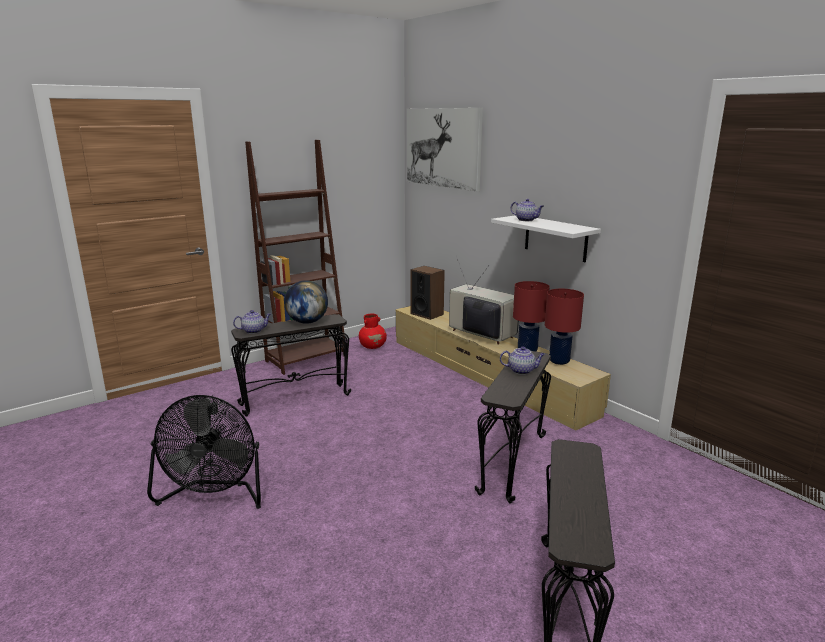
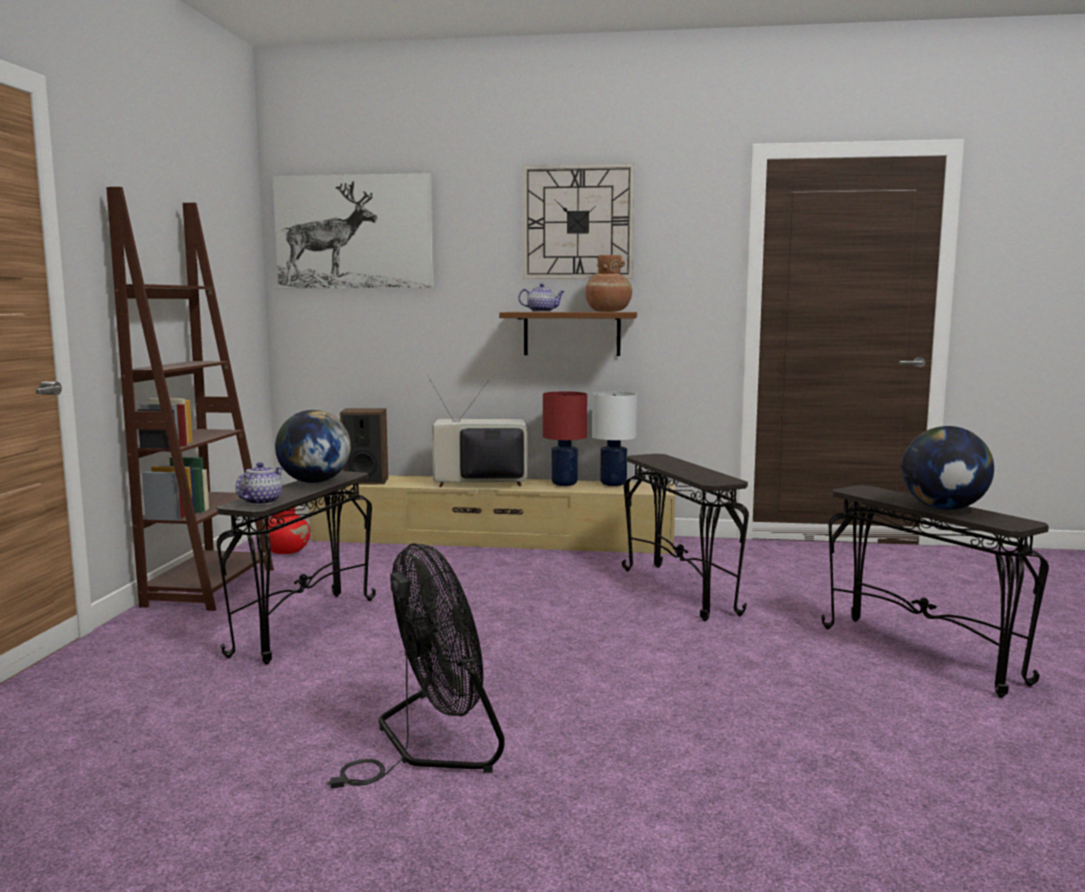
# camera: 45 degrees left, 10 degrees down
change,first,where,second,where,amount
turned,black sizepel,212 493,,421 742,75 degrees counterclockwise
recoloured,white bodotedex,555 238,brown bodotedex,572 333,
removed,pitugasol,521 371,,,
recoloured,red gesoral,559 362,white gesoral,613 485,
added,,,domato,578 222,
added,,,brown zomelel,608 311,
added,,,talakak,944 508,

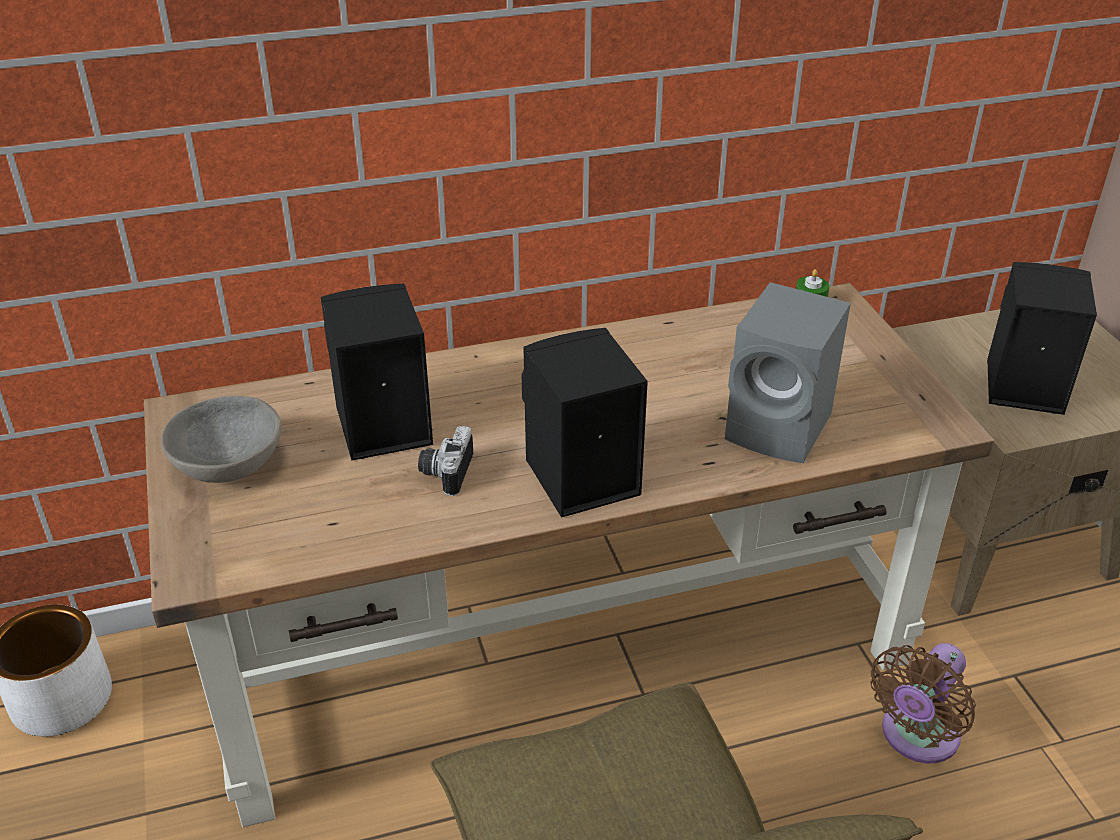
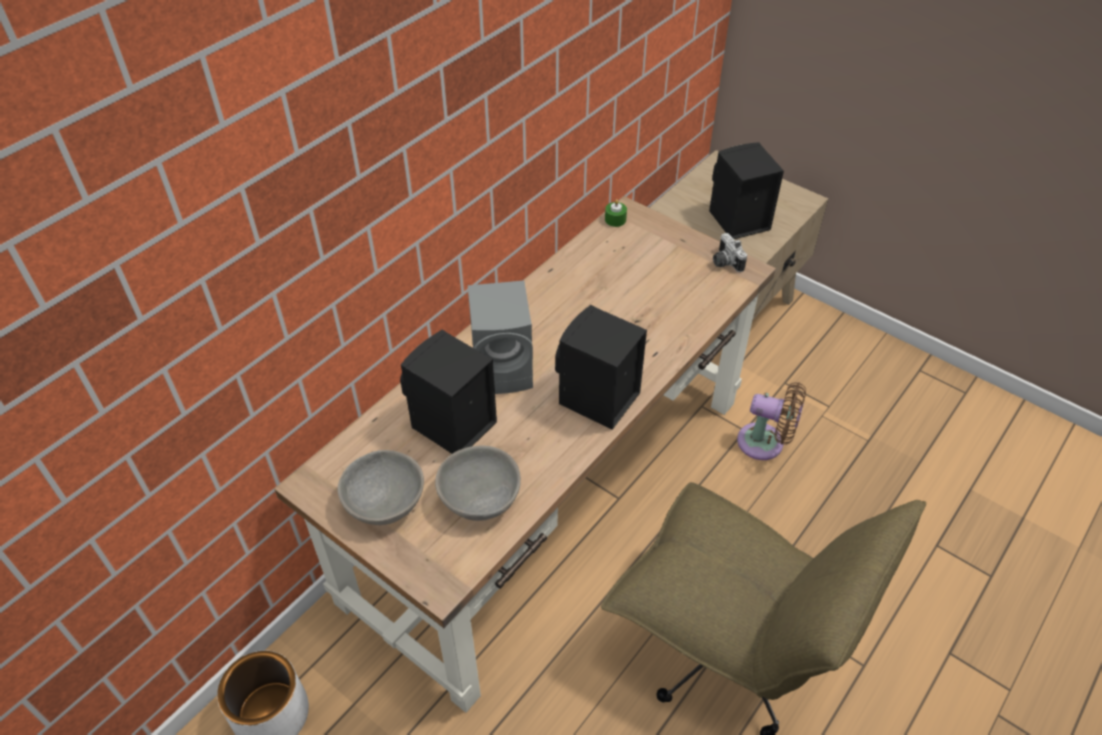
# camera: 35 degrees left, 10 degrees up
change,first,where,second,where,amount
moved,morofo,445 472,,724 262,
moved,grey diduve,781 429,,505 369,
turned,brown sizepel,916 737,,765 443,75 degrees counterclockwise
added,,,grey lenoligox,480 498,

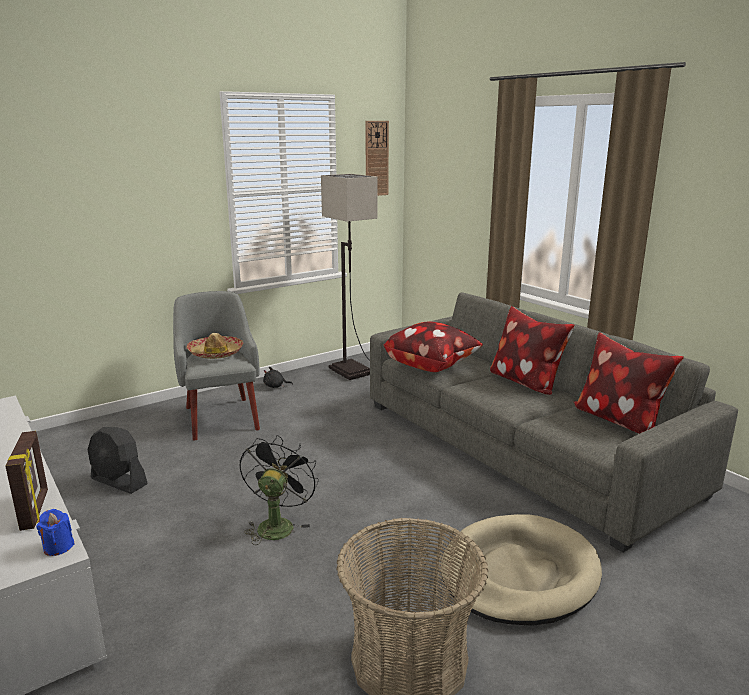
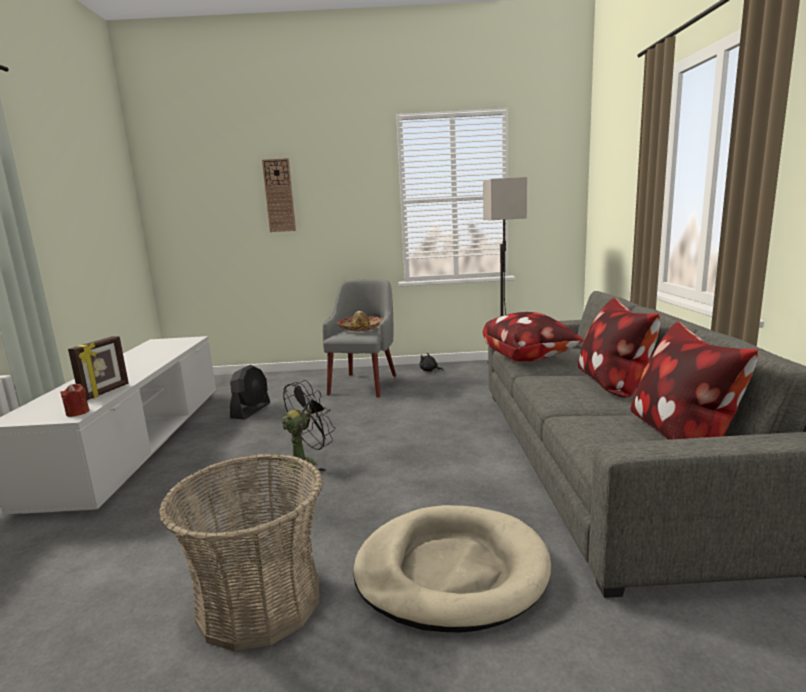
# camera: 35 degrees right, 5 degrees down
change,first,where,second,where,amount
recoloured,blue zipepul,58 547,red zipepul,77 413,
turned,black sizepel,119 482,,251 410,135 degrees counterclockwise
moved,domato,376 158,,279 195,

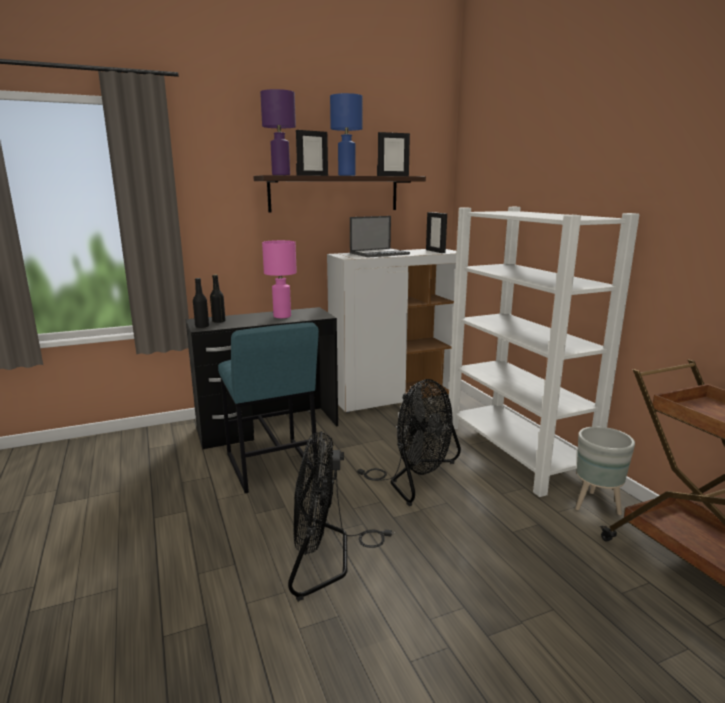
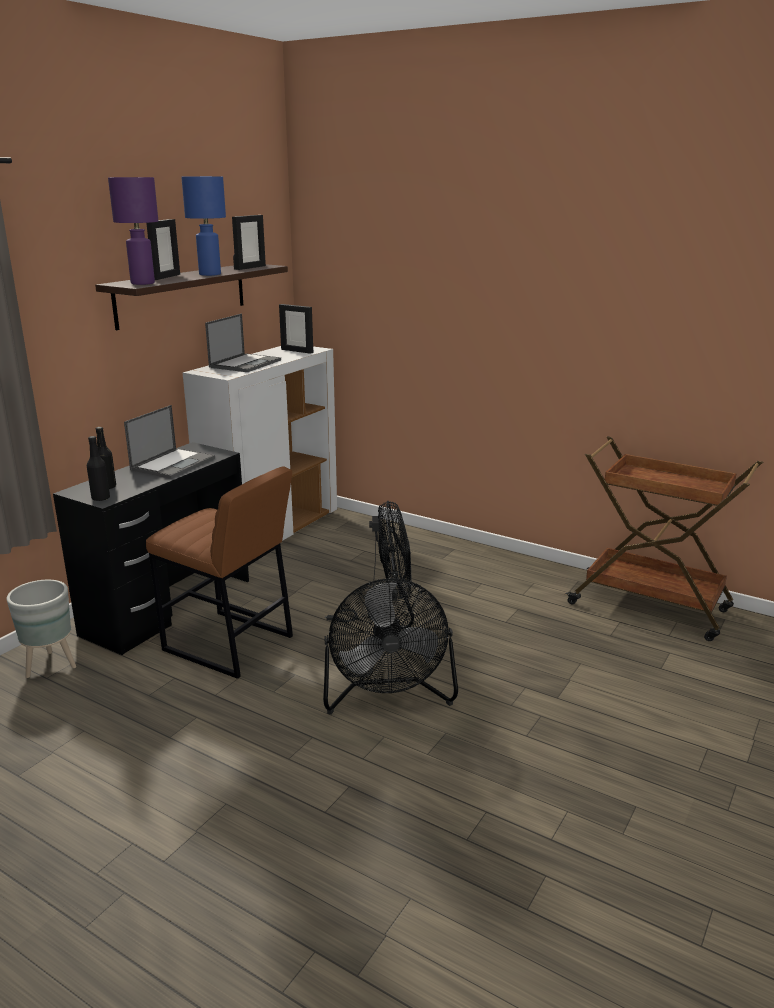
# camera: 35 degrees left, 5 degrees up
change,first,where,second,where,amount
recoloured,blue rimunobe,272 466,brown rimunobe,231 644,
replaced,pink gesoral,282 316,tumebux,173 463,
turned,black sizepel,328 552,,383 694,60 degrees counterclockwise
removed,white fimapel,515 451,,,
moved,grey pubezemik,595 505,,50 665,

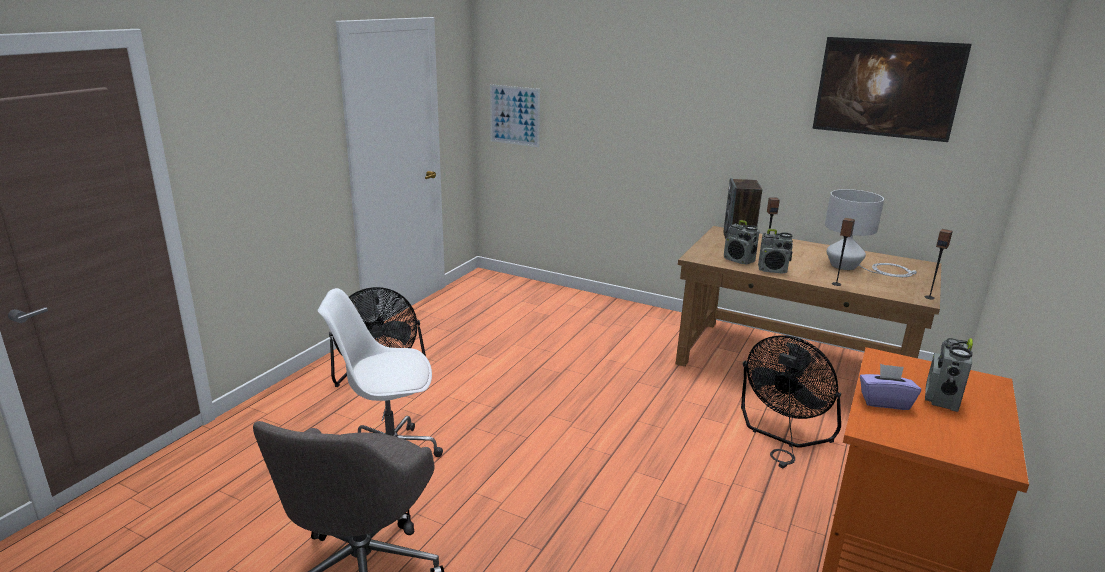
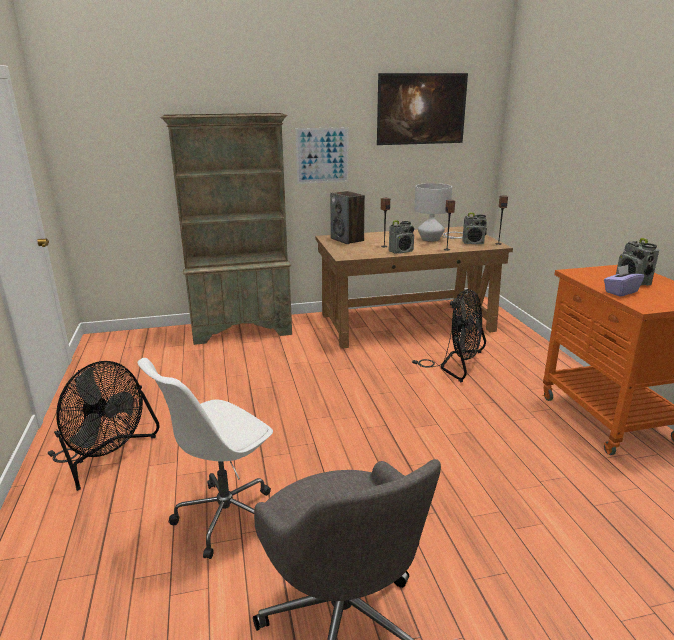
# camera: 40 degrees left, 0 degrees up
change,first,where,second,where,amount
moved,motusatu,514 115,,322 155,
moved,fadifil,739 260,,473 243,
turned,black sizepel,781 434,,455 364,120 degrees clockwise
added,,,green fimapel,242 329,

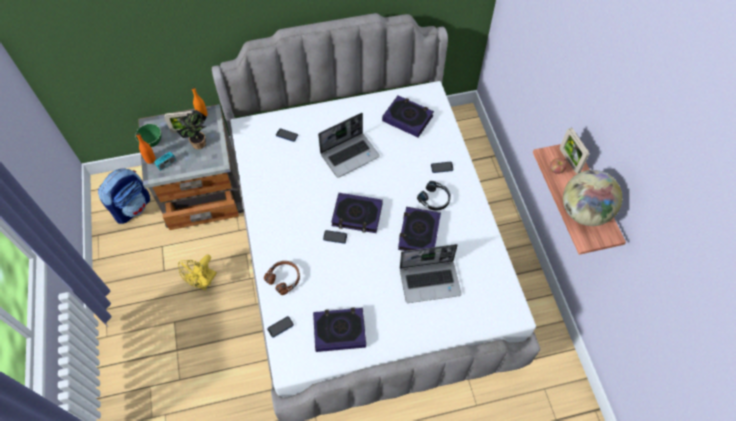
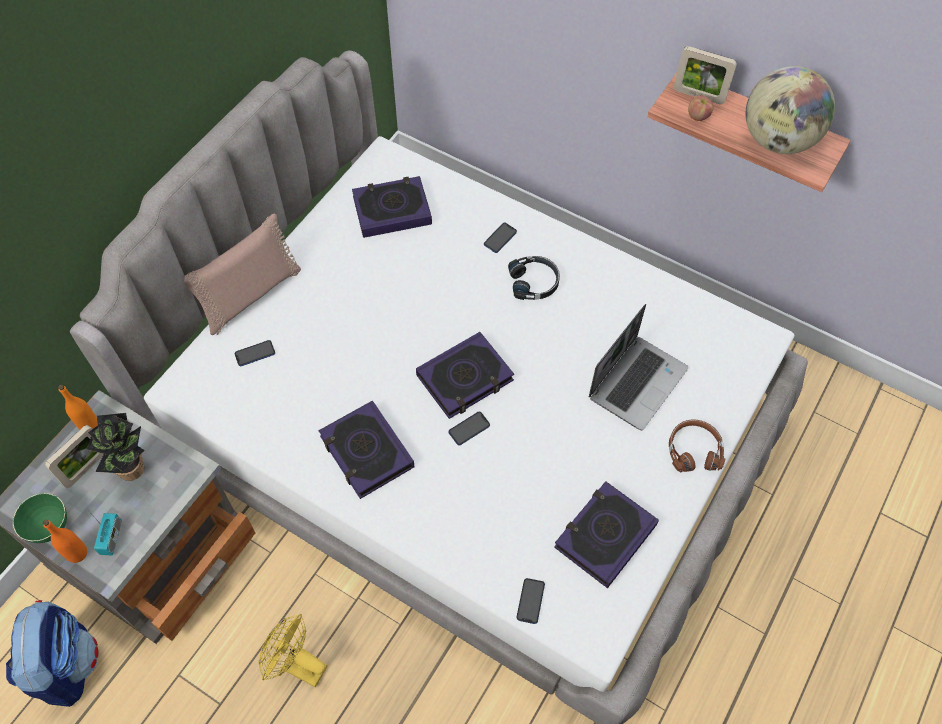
# camera: 45 degrees left, 0 degrees up
change,first,where,second,where,amount
turned,yellow sizepel,204 282,,298 665,135 degrees clockwise
moved,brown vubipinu,284 278,,694 449,
removed,tumebux,350 155,,,
moved,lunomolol,419 233,,366 452,
added,,,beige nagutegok,250 295,

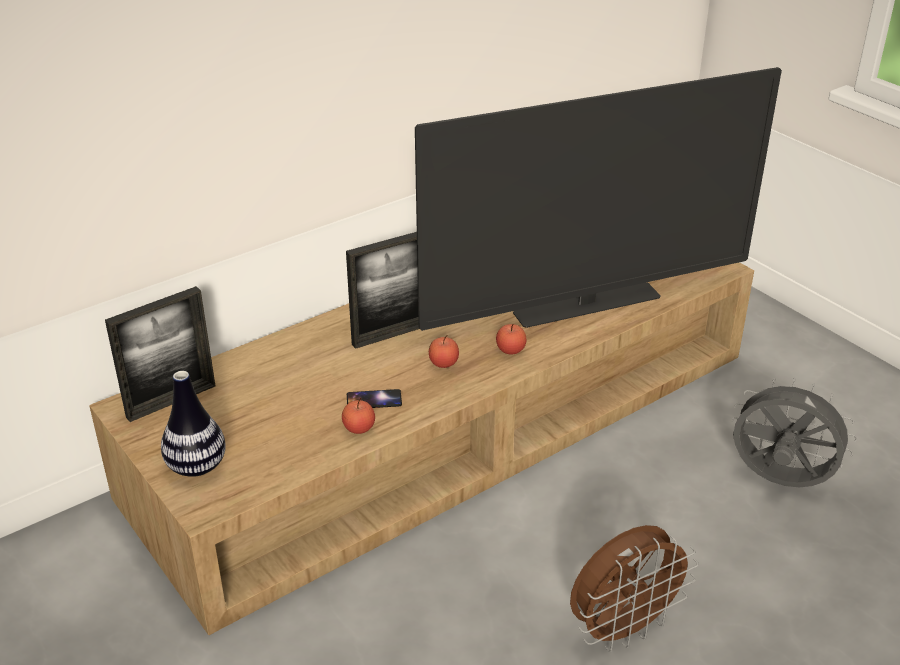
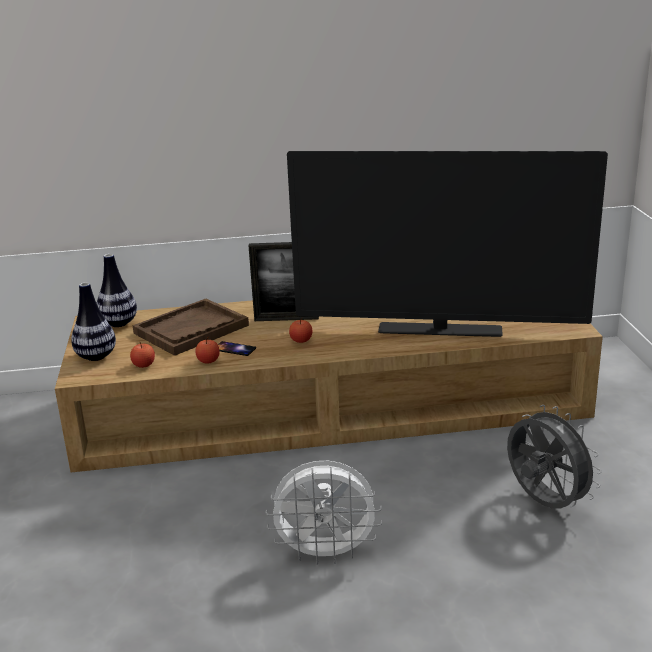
# camera: 30 degrees right, 10 degrees down
change,first,where,second,where,amount
replaced,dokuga,171 401,zomelel,119 323,
moved,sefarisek,510 350,,143 365,
recoloured,brown sizepel,623 629,white sizepel,326 554,
added,,,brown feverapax,191 329,

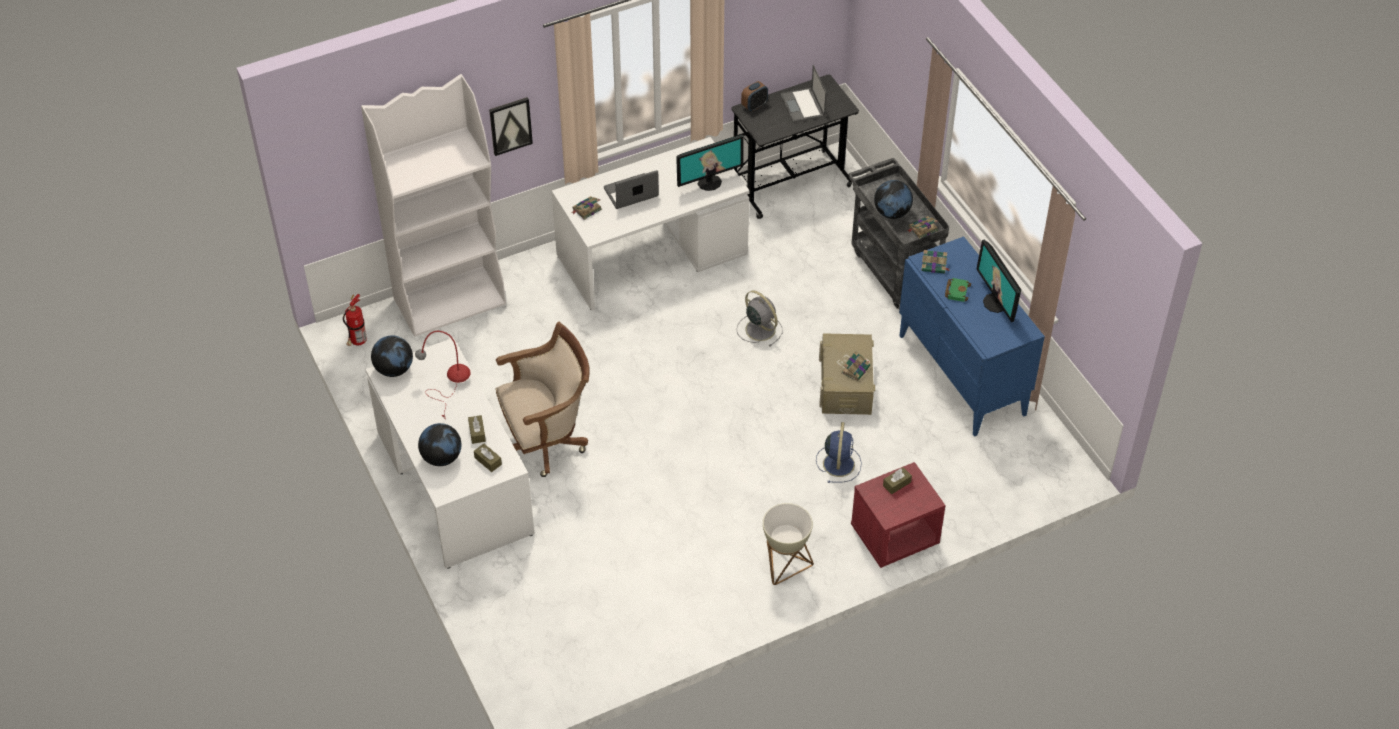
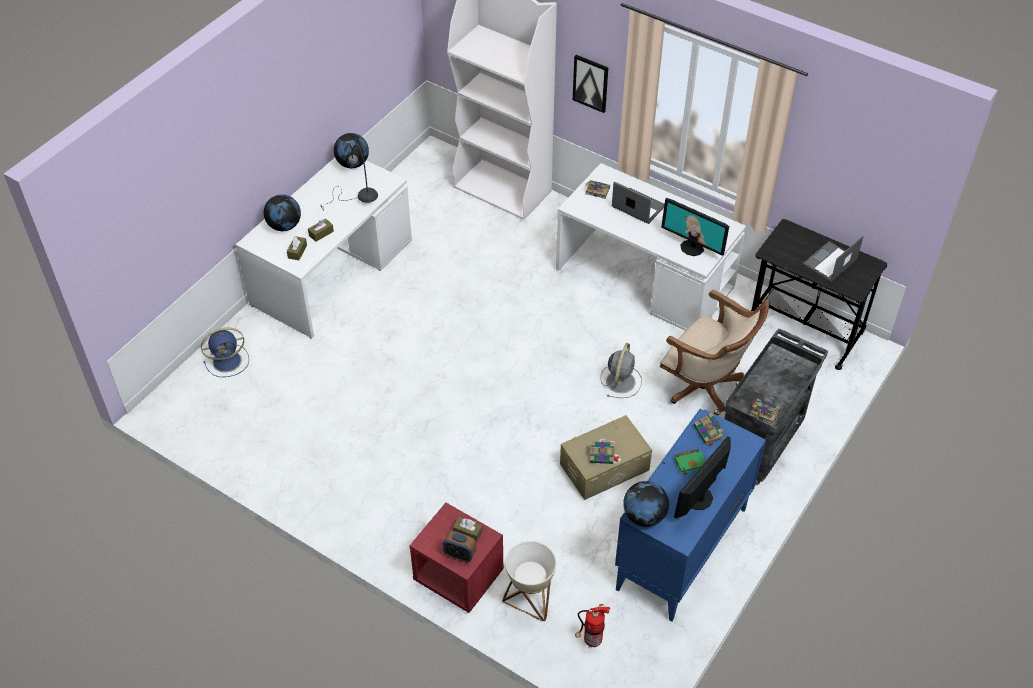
# camera: 60 degrees right, 0 degrees up
change,first,where,second,where,amount
moved,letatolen,357 342,,590 640,
recoloured,red gesoral,448 385,grey gesoral,357 198,
moved,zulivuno,548 443,,705 388,
moved,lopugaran,754 106,,460 555,
moved,pubezemik,785 564,,530 599,
moved,blue sizepel,838 463,,228 361,
moved,talakak,892 213,,644 516,

